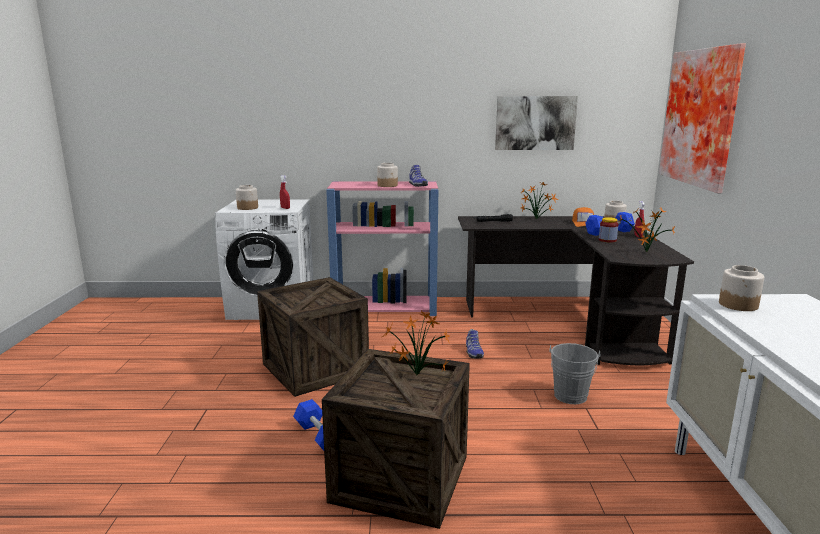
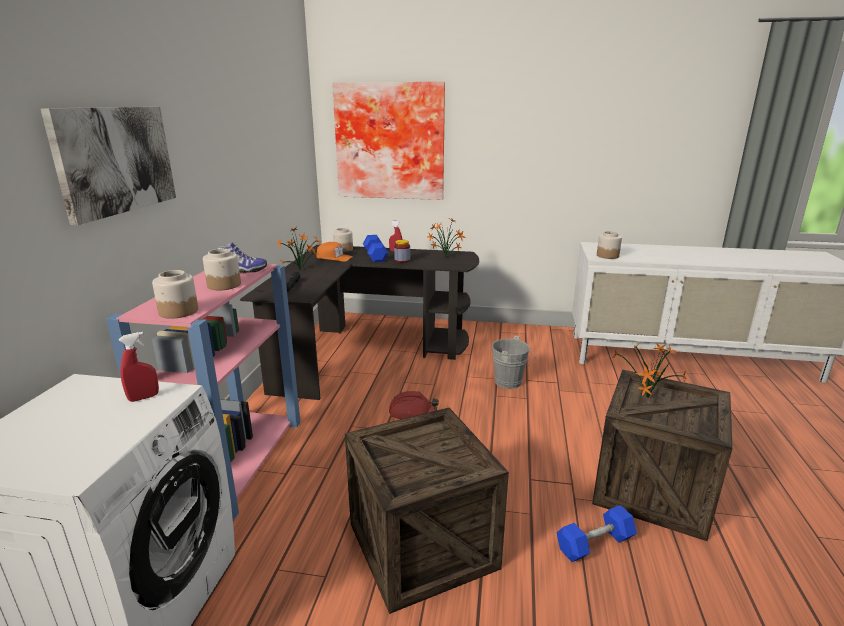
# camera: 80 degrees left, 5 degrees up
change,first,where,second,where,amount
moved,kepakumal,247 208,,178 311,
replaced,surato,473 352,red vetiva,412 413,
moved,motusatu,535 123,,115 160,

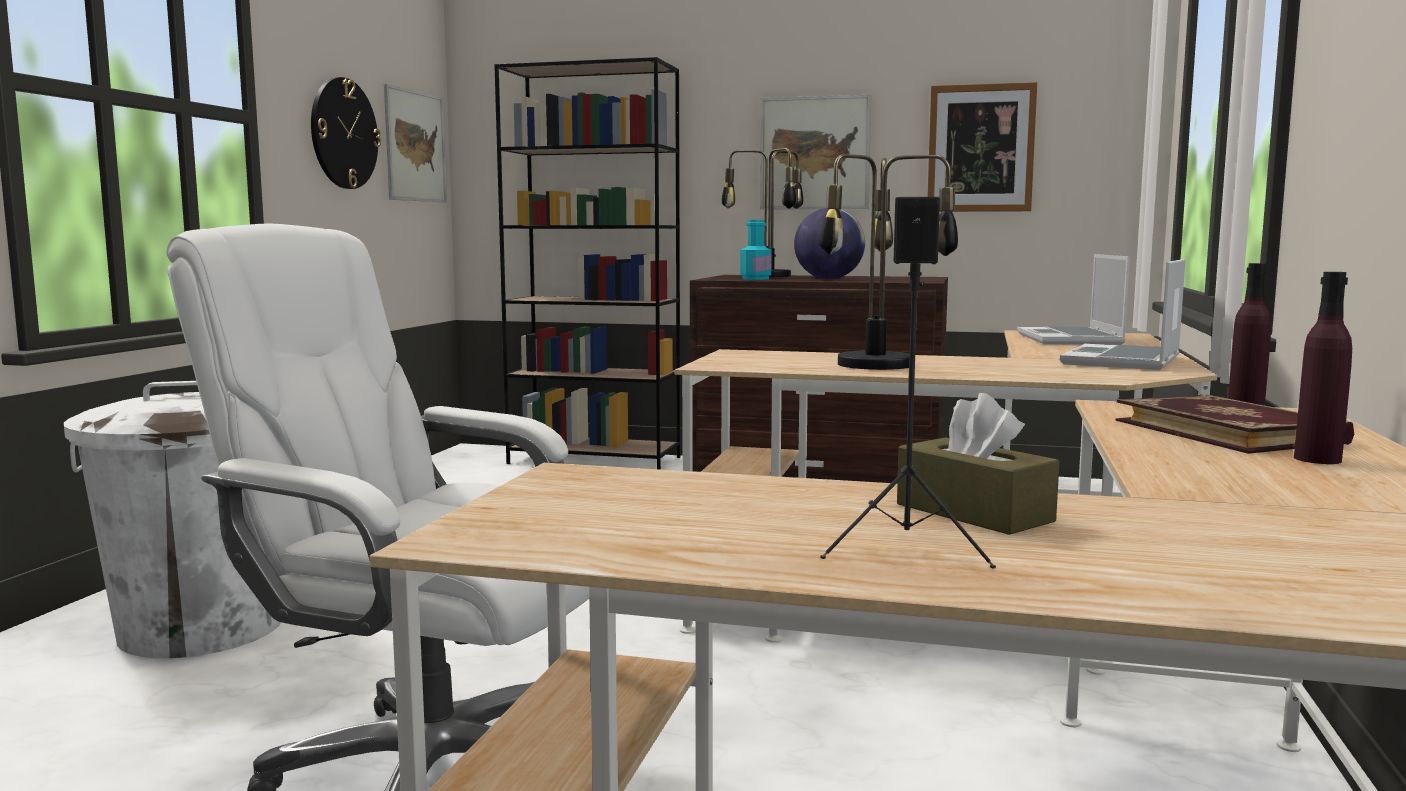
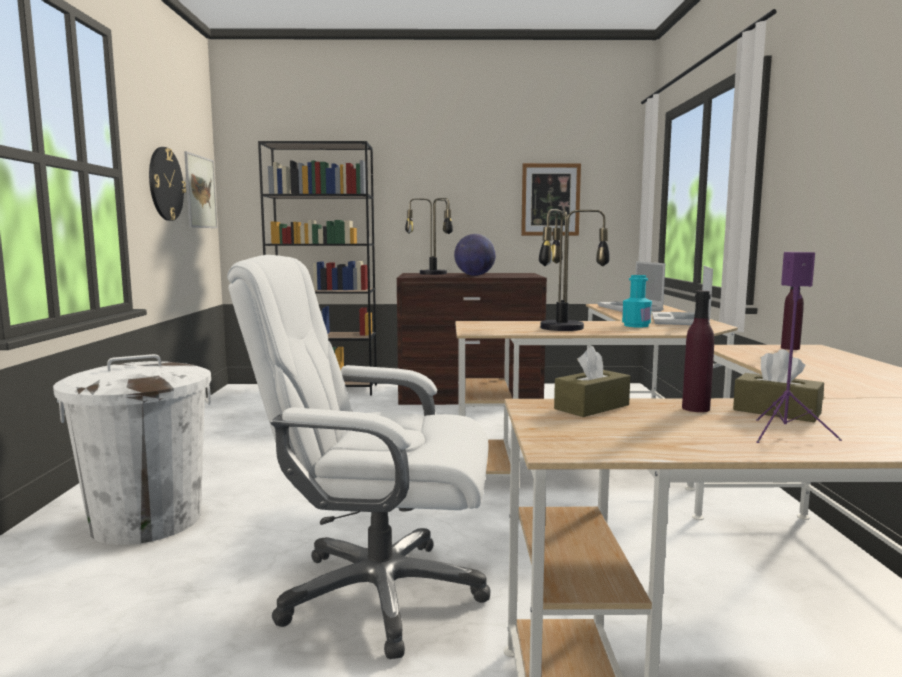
# camera: 15 degrees left, 0 degrees up
change,first,where,second,where,amount
moved,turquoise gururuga,755 279,,636 325,
removed,motusatu,814 153,,,
recoloured,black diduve,908 548,purple diduve,785 433,
removed,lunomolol,1229 431,,,
moved,purple gururuga,1317 459,,695 408,
added,,,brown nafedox,591 407,

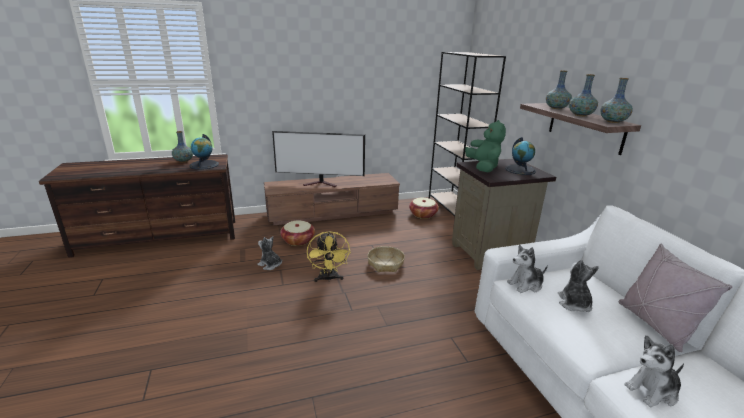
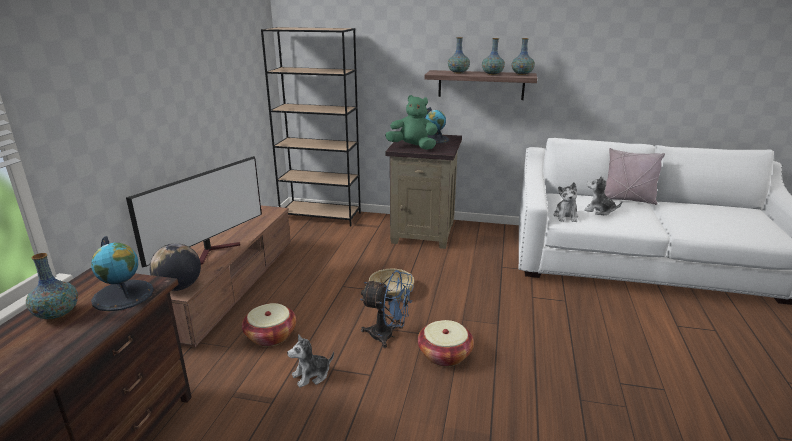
# camera: 60 degrees left, 0 degrees up
change,first,where,second,where,amount
recoloured,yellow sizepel,328 279,blue sizepel,388 336,
moved,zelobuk,423 214,,445 354,
removed,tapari,652 390,,,
added,,,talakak,179 287,

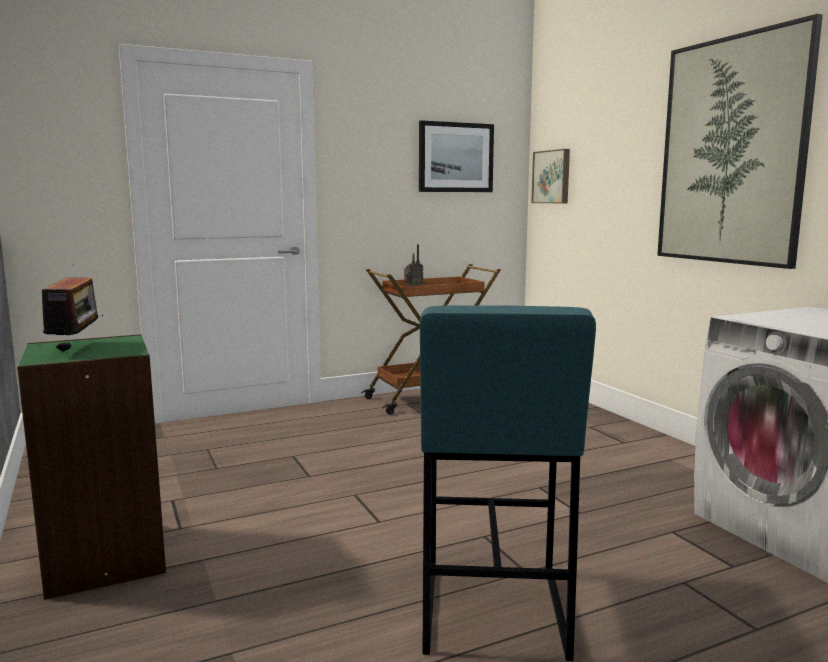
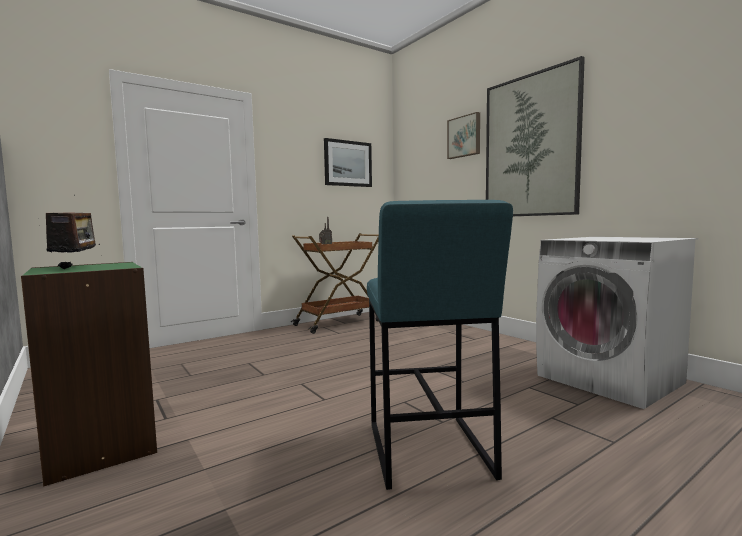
# camera: 10 degrees left, 5 degrees down
change,first,where,second,where,amount
moved,motusatu,552 177,,464 136,

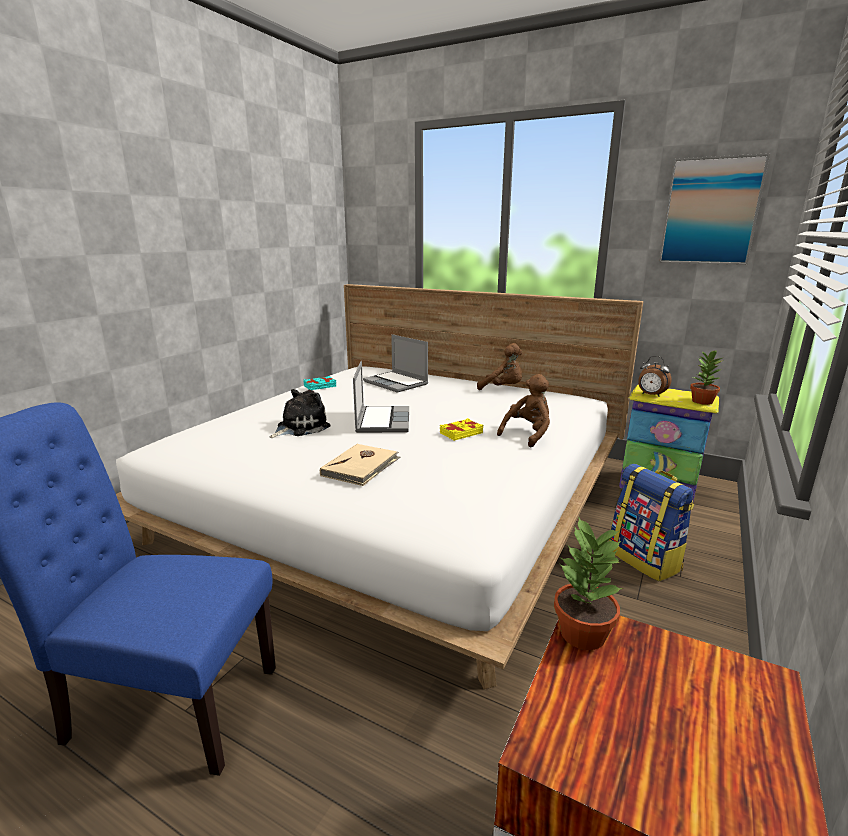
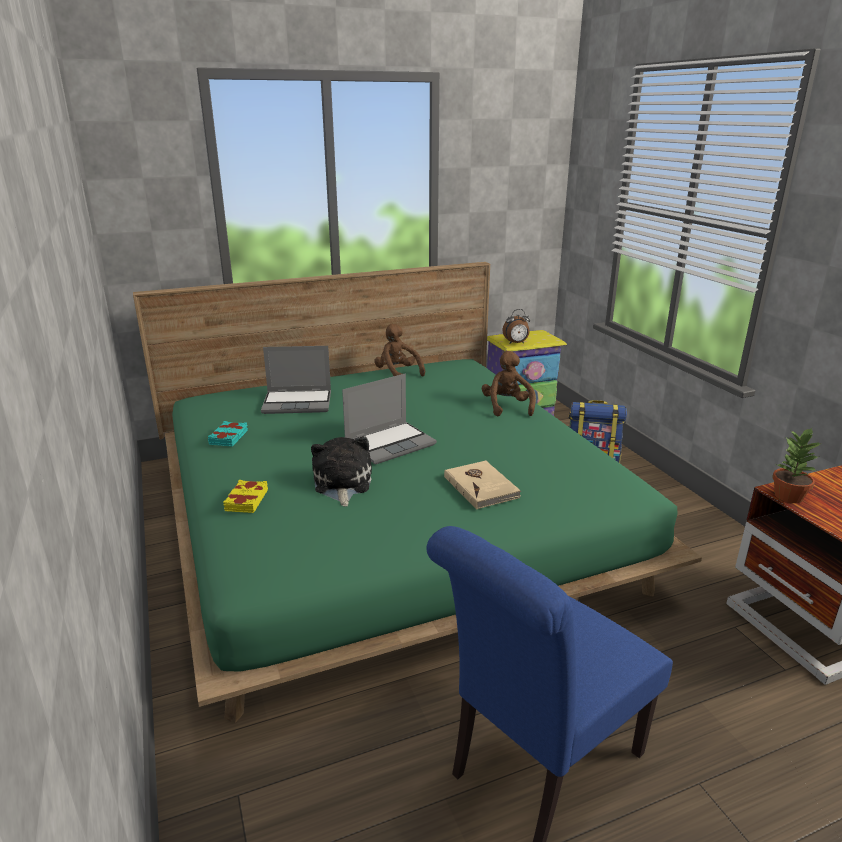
# camera: 50 degrees left, 5 degrees up
change,first,where,second,where,amount
recoloured,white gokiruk,397 504,green gokiruk,389 527,
turned,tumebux,382 420,,390 443,105 degrees clockwise
moved,yellow lunomolol,460 433,,246 500,
turned,brown tapari,503 388,,397 373,105 degrees counterclockwise
removed,motusatu,710 211,,,
removed,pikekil,701 401,,,

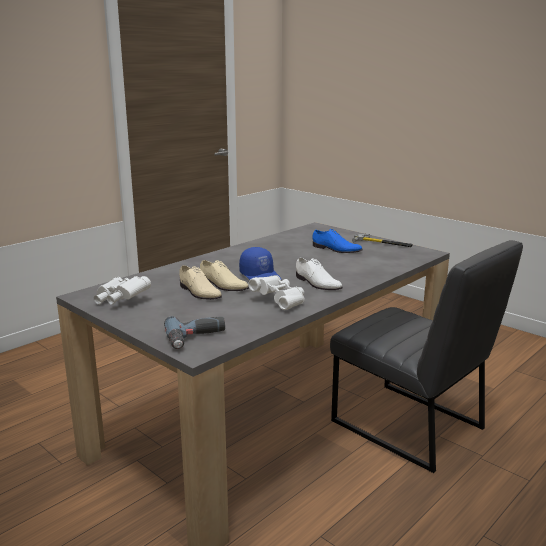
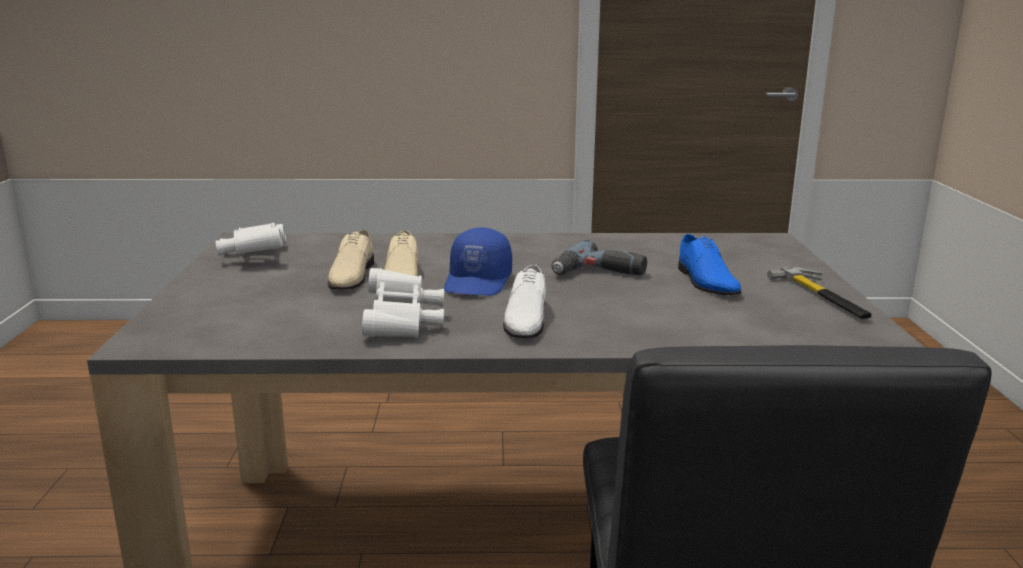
# camera: 45 degrees right, 0 degrees up
change,first,where,second,where,amount
moved,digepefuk,196 338,,599 273,

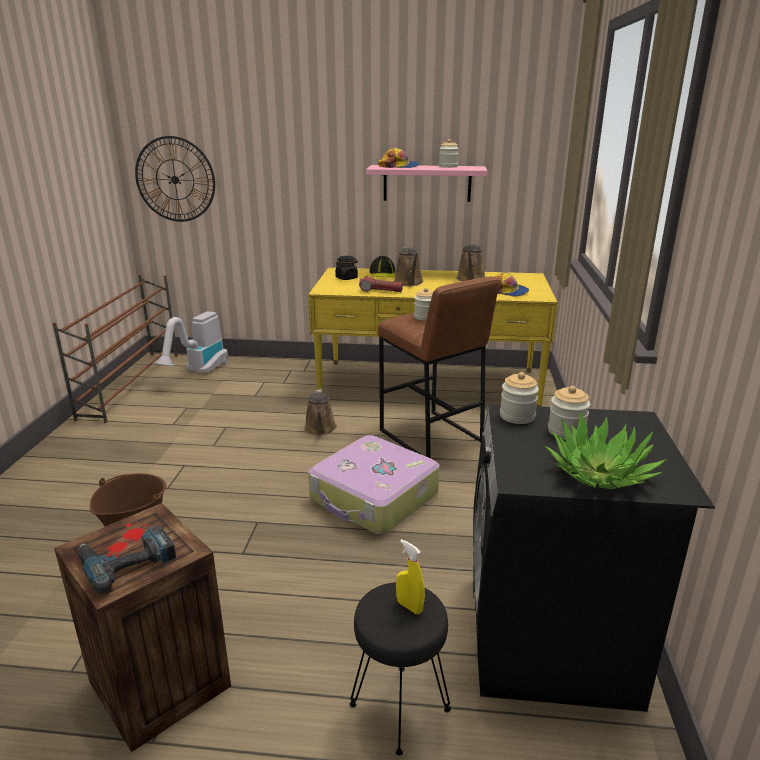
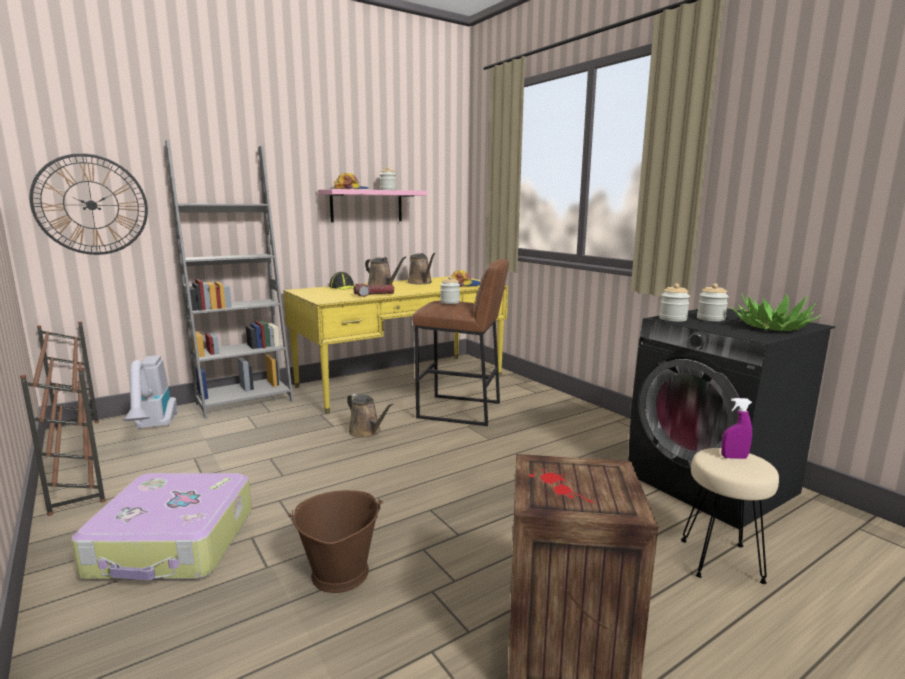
# camera: 40 degrees left, 10 degrees down
change,first,where,second,where,amount
removed,digepefuk,127 561,,,
moved,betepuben,374 498,,174 544,
removed,black kepakumal,346 278,,,
recoloured,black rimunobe,398 708,beige rimunobe,720 561,
recoloured,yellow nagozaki,409 606,purple nagozaki,734 457,
added,,,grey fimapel,244 402,

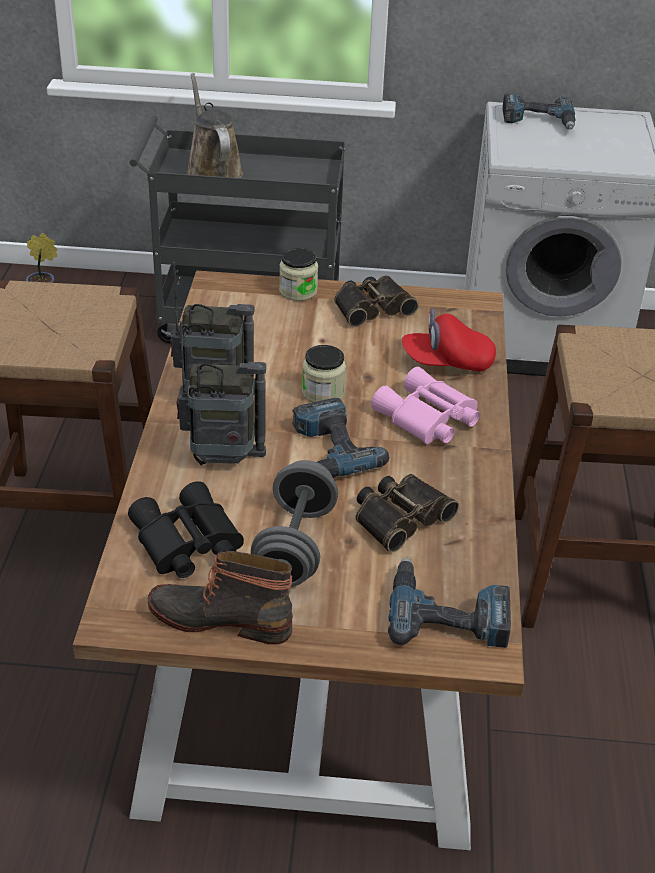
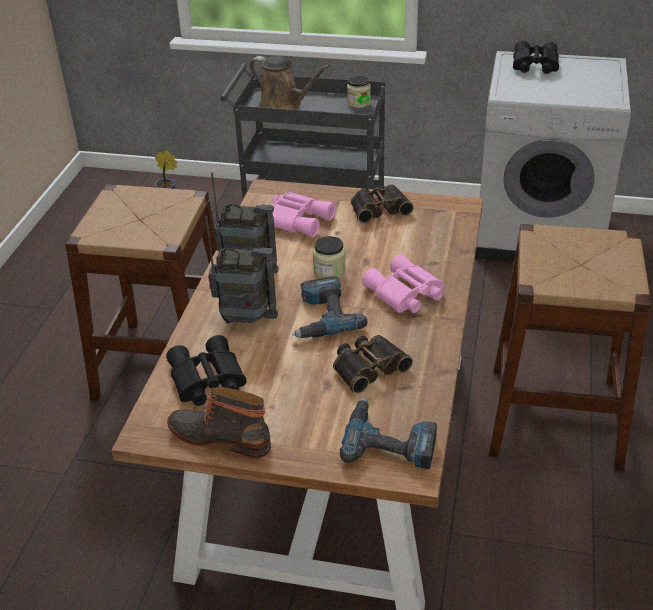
# camera: 10 degrees right, 0 degrees up
change,first,where,second,where,amount
turned,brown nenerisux,212 172,,284 105,135 degrees clockwise
removed,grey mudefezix,295 546,,,
moved,kepakumal,298 291,,359 103,
removed,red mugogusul,447 362,,,
replaced,digepefuk,538 120,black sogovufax,533 65,
added,,,pink sogovufax,298 219,

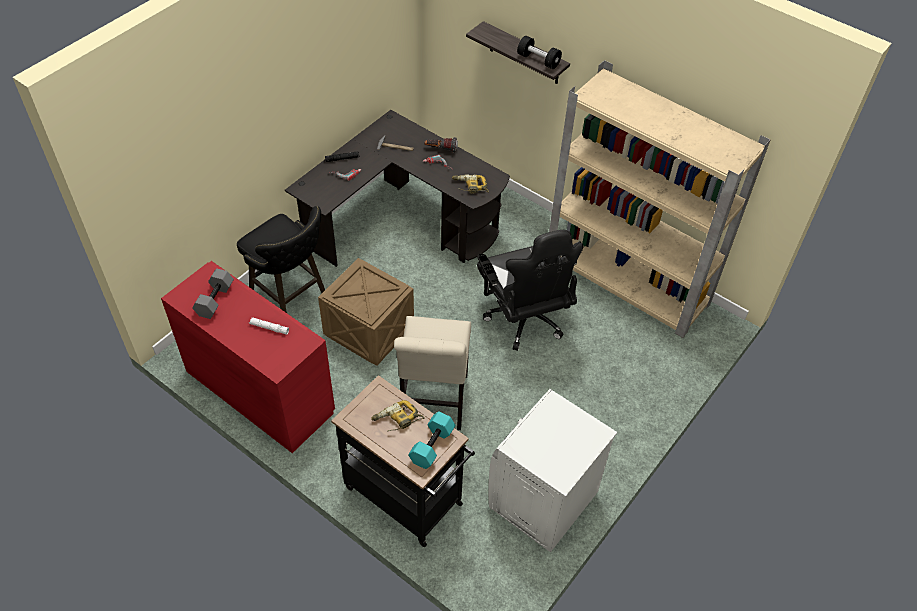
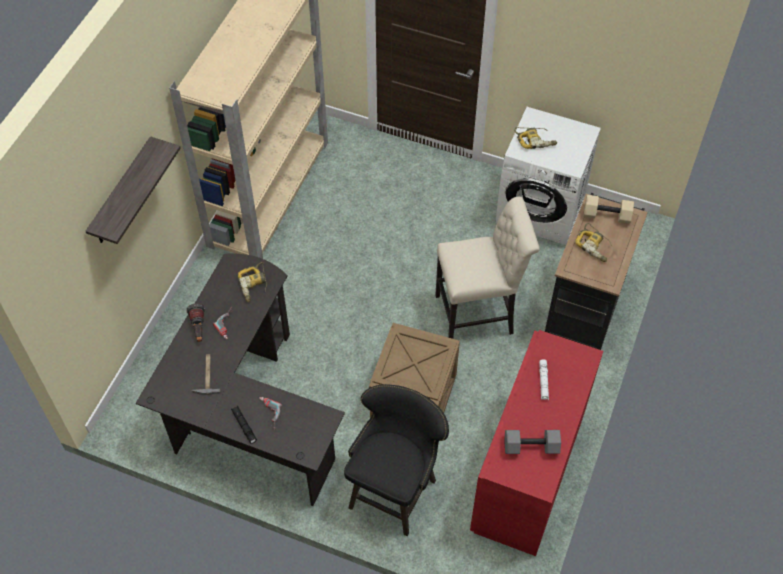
# camera: 105 degrees left, 5 degrees up
change,first,where,second,where,amount
recoloured,turquoise mudefezix,431 445,beige mudefezix,606 216,
removed,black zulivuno,522 315,,,
removed,black mudefezix,538 60,,,
added,,,digepefuk,535 140,

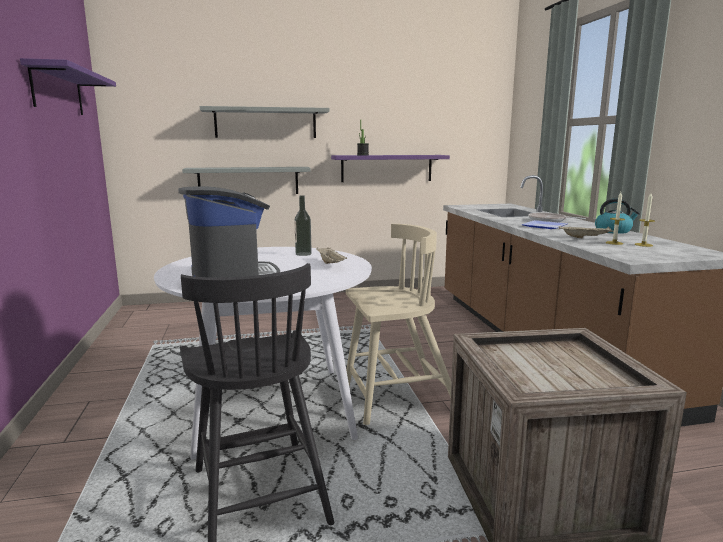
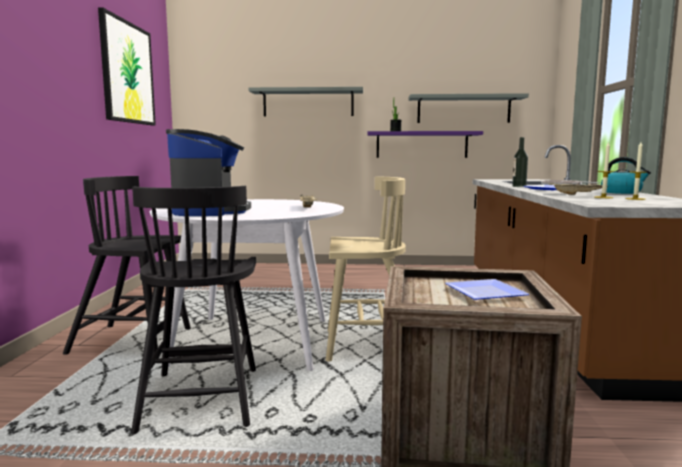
# camera: 15 degrees right, 5 degrees down
change,first,where,second,where,amount
replaced,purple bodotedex,58 91,motusatu,127 73,
moved,grey bodotedex,248 181,,463 109,
moved,gururuga,303 254,,519 186,
added,,,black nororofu,133 340,
added,,,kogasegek,488 293,

